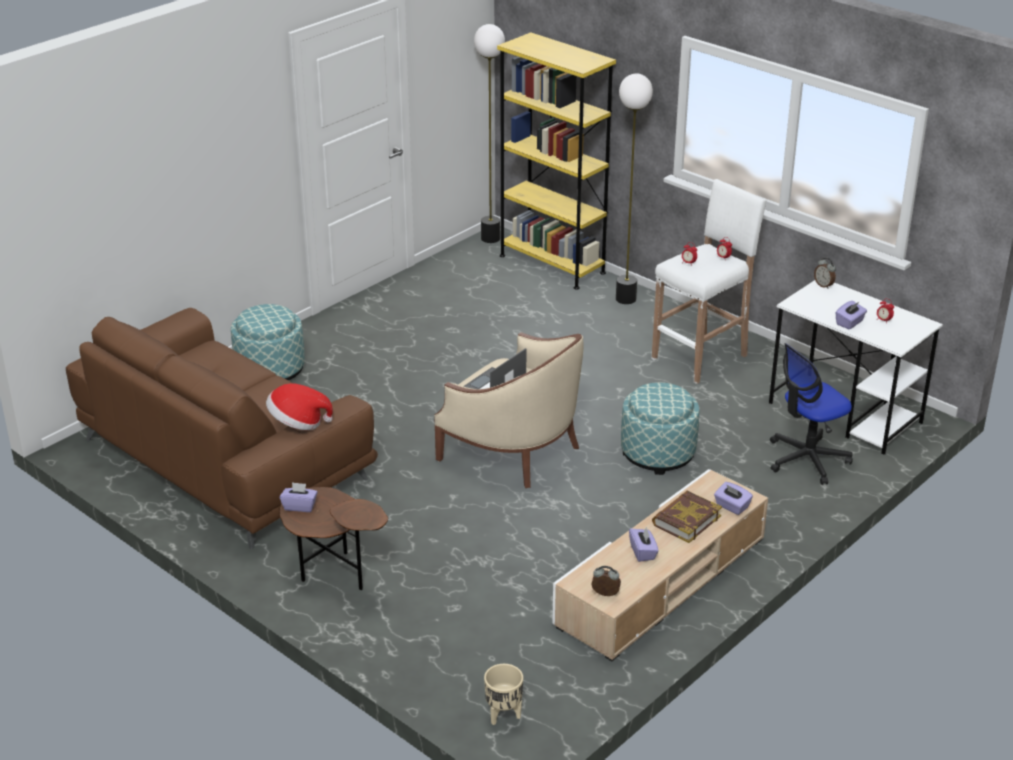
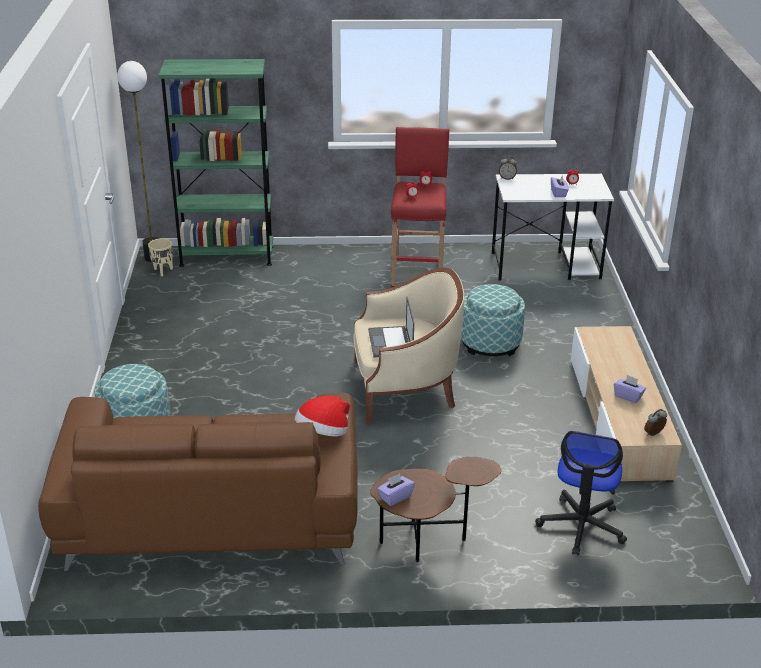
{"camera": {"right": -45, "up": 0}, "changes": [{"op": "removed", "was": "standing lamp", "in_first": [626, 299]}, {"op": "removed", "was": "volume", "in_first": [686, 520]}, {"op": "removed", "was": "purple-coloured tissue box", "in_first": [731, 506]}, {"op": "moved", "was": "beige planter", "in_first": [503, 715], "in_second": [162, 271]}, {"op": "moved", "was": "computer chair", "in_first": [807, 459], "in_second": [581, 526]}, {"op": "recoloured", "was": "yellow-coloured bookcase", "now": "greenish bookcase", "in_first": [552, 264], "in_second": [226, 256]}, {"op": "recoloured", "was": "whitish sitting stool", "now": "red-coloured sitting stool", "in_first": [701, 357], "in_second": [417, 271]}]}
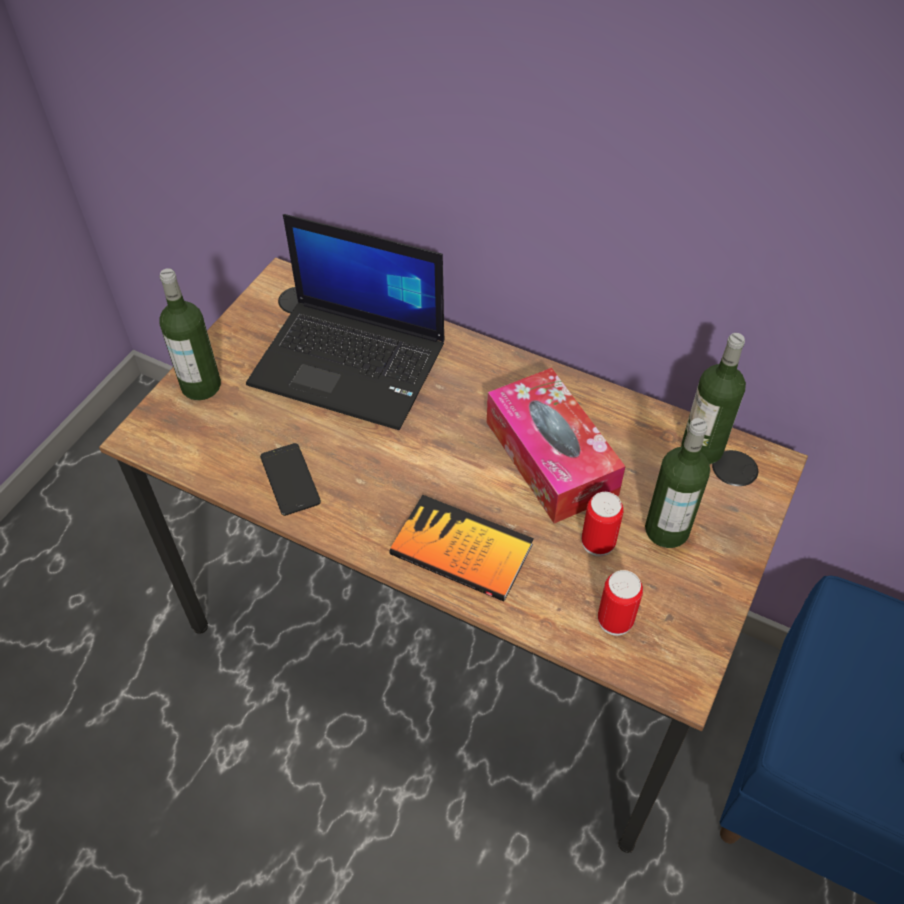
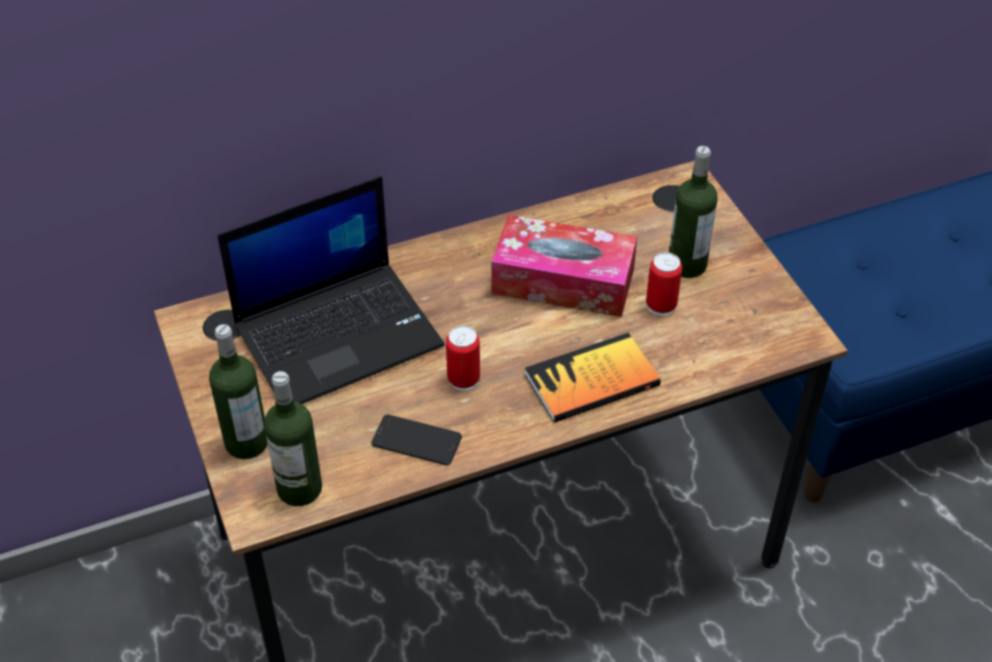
{"camera": {"right": -50, "up": -5}, "changes": [{"op": "moved", "was": "sealed can", "in_first": [615, 620], "in_second": [463, 379]}, {"op": "moved", "was": "beverage bottle", "in_first": [702, 449], "in_second": [299, 488]}]}
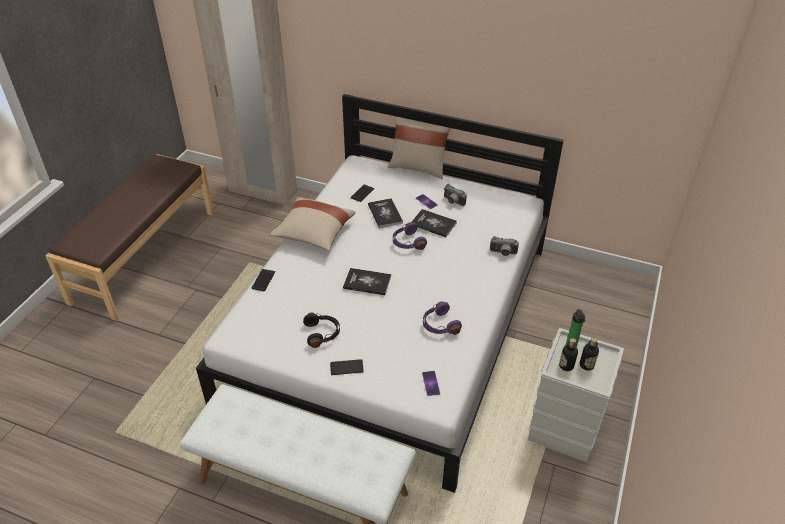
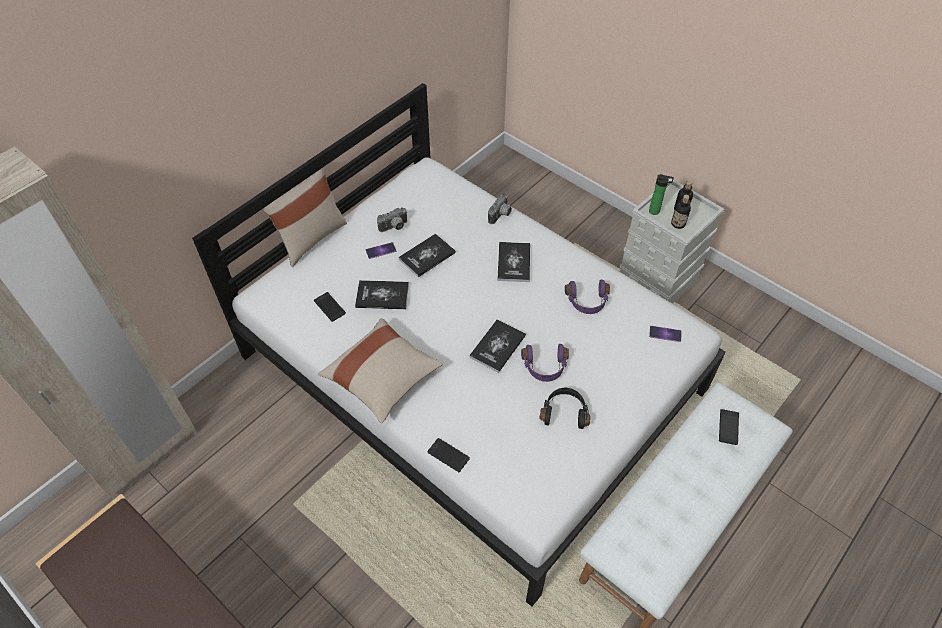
{"camera": {"right": -70, "up": 10}, "changes": [{"op": "added", "now": "volume", "in_second": [514, 262]}, {"op": "moved", "was": "handset", "in_first": [346, 367], "in_second": [728, 427]}, {"op": "moved", "was": "purple-coloured pair of headphones", "in_first": [407, 242], "in_second": [545, 367]}]}
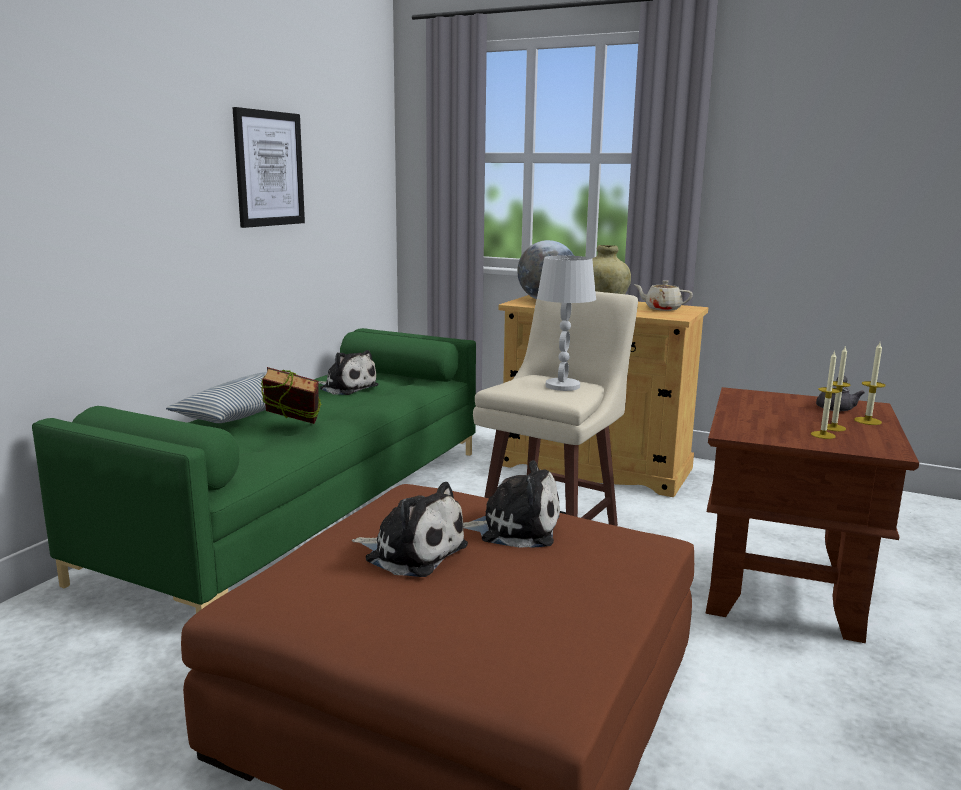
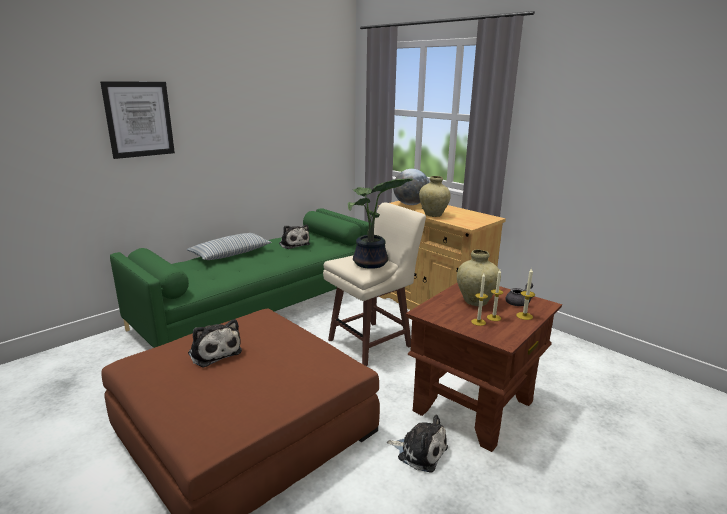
{"camera": {"right": 20, "up": 5}, "changes": [{"op": "removed", "was": "volume", "in_first": [293, 429]}, {"op": "removed", "was": "beige tea pot", "in_first": [662, 309]}, {"op": "added", "now": "beige vase", "in_second": [476, 301]}, {"op": "moved", "was": "wall picture", "in_first": [269, 169], "in_second": [139, 119]}, {"op": "moved", "was": "soft toy", "in_first": [514, 528], "in_second": [419, 451]}, {"op": "replaced", "was": "whitish lamp for a table", "now": "houseplant", "in_first": [562, 386], "in_second": [371, 264]}]}
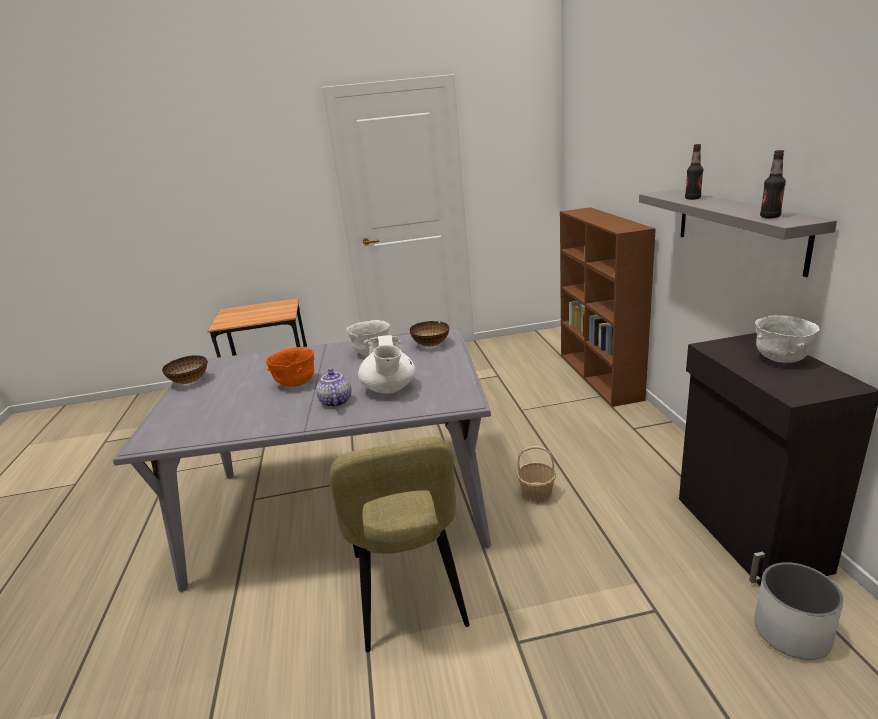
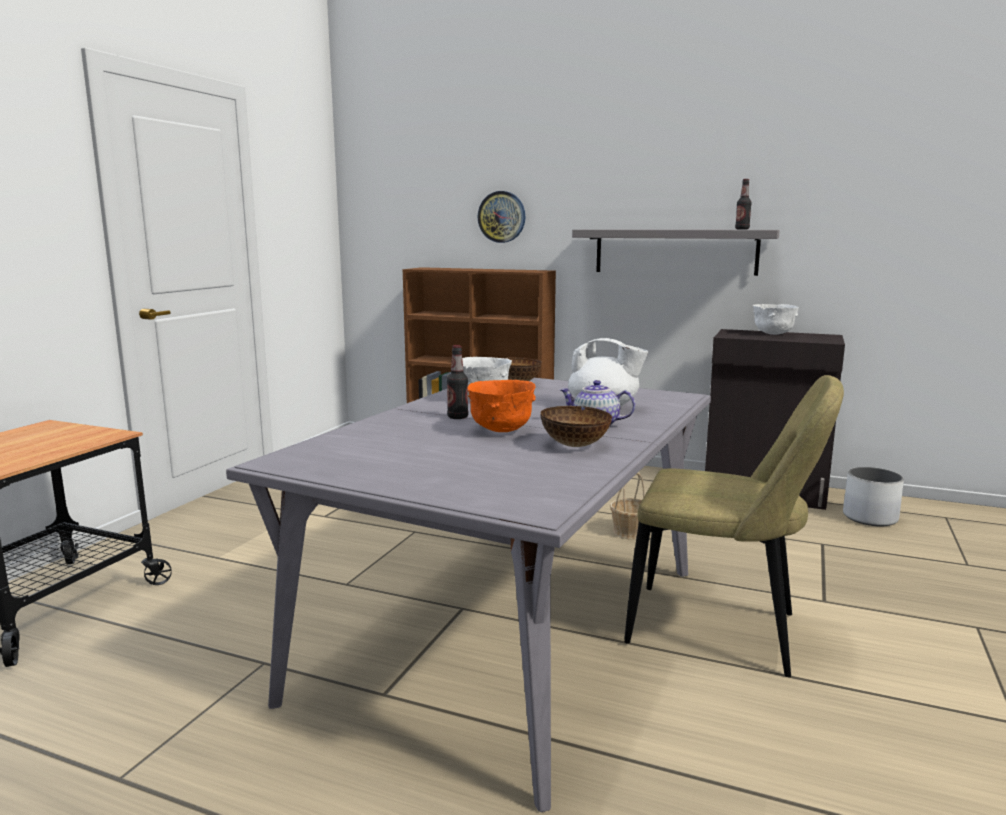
{"camera": {"right": -60, "up": -10}, "changes": [{"op": "added", "now": "clock on the wall", "in_second": [501, 217]}, {"op": "moved", "was": "bowl", "in_first": [189, 381], "in_second": [575, 445]}, {"op": "moved", "was": "beverage bottle", "in_first": [692, 198], "in_second": [457, 417]}]}
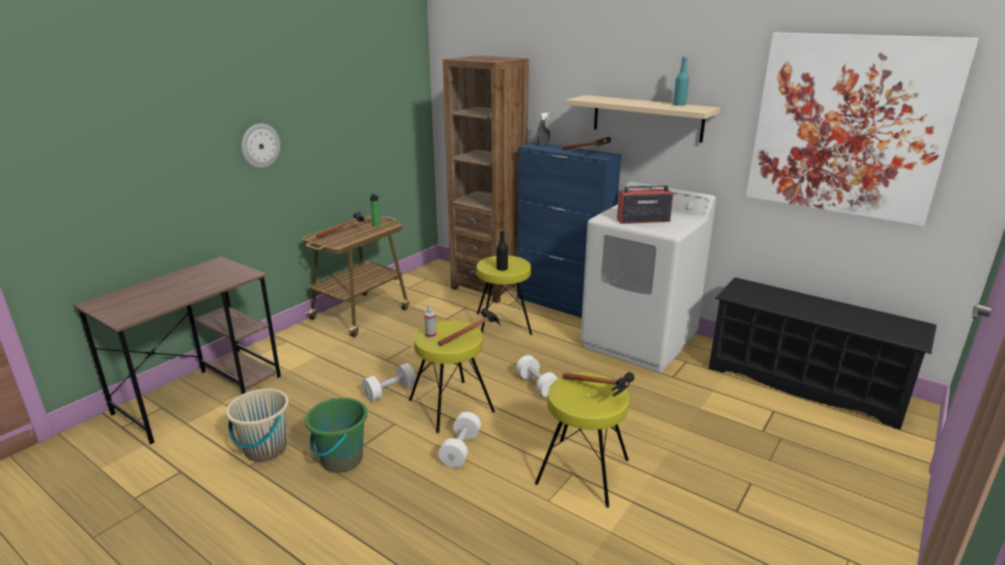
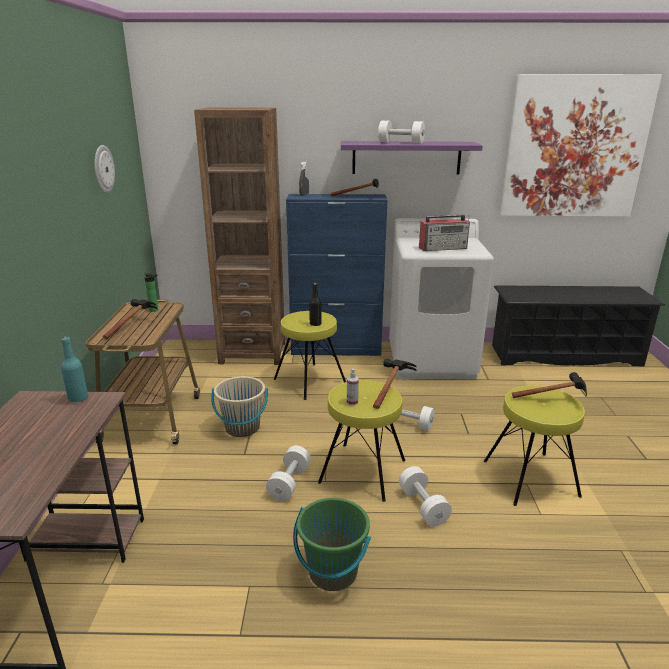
{"camera": {"right": -35, "up": 0}, "changes": [{"op": "added", "now": "whitish free weight", "in_second": [401, 142]}, {"op": "moved", "was": "beige bucket", "in_first": [265, 449], "in_second": [242, 428]}, {"op": "moved", "was": "clock on the wall", "in_first": [260, 145], "in_second": [103, 169]}, {"op": "moved", "was": "turquoise-coloured beverage bottle", "in_first": [679, 105], "in_second": [78, 398]}, {"op": "recoloured", "was": "beige bracket shelf", "now": "purple-coloured bracket shelf", "in_first": [647, 118], "in_second": [406, 157]}, {"op": "turned", "was": "radio", "in_first": [642, 220], "in_second": [443, 248], "clockwise": -150}]}
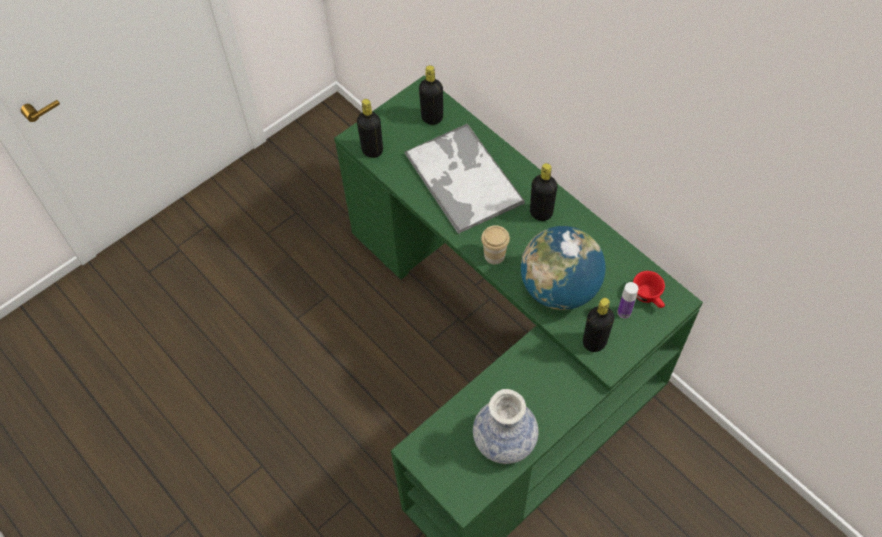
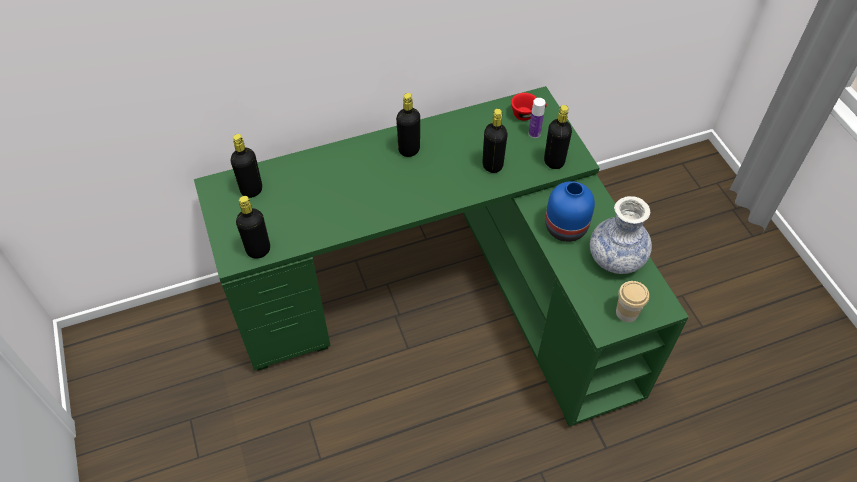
{"camera": {"right": -70, "up": -5}, "changes": [{"op": "removed", "was": "tray", "in_first": [462, 178]}, {"op": "added", "now": "blue vase", "in_second": [565, 227]}, {"op": "moved", "was": "cup", "in_first": [494, 255], "in_second": [626, 312]}, {"op": "replaced", "was": "world globe", "now": "black beverage bottle", "in_first": [559, 289], "in_second": [492, 165]}]}
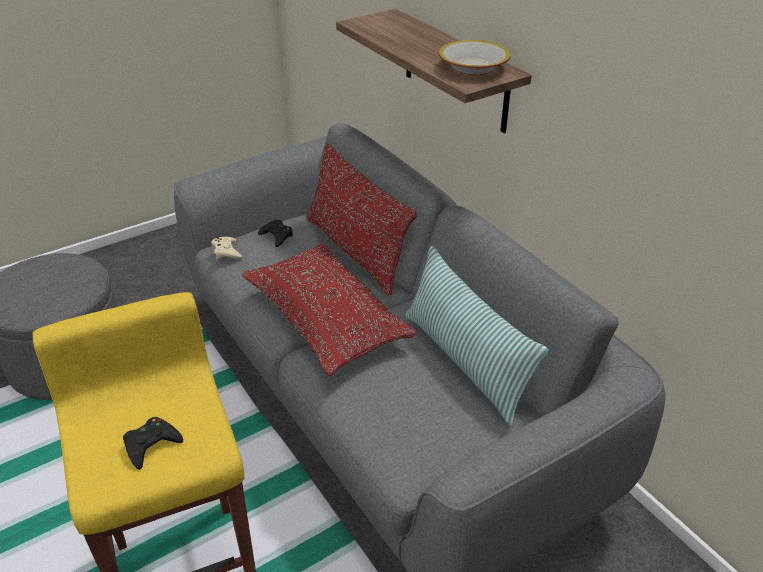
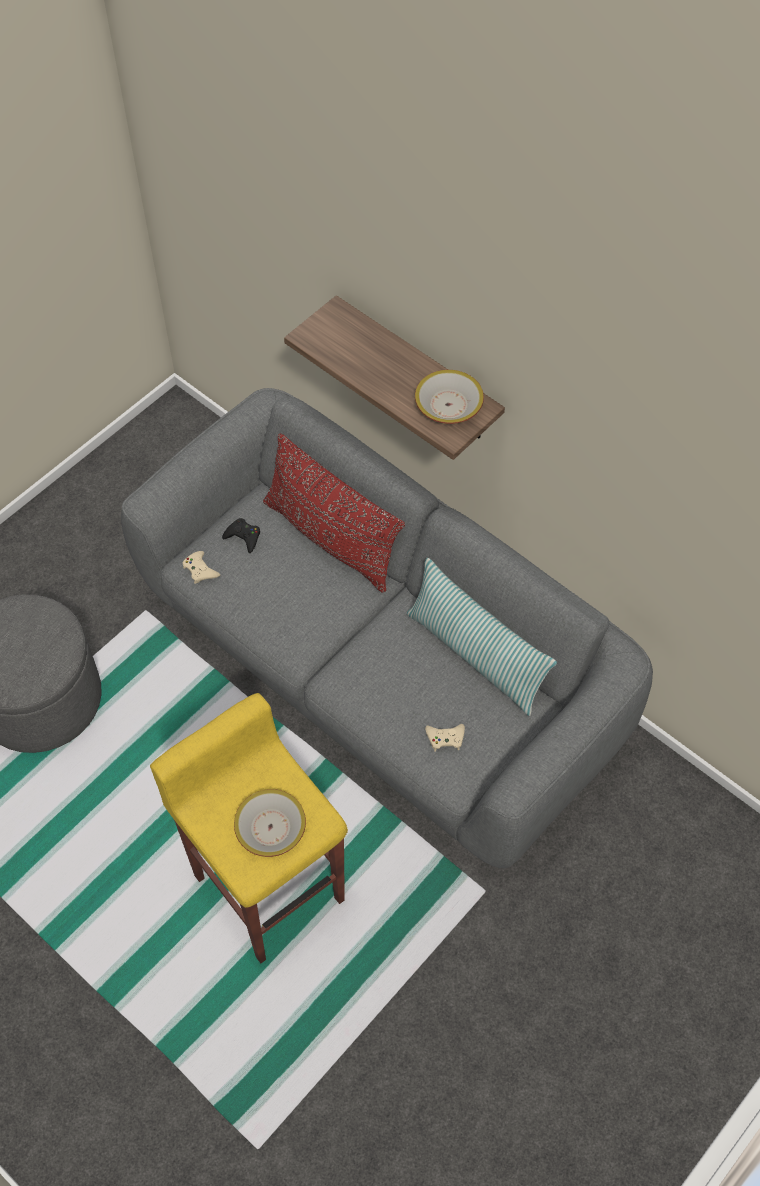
{"camera": {"right": -15, "up": 20}, "changes": [{"op": "removed", "was": "red-coloured pillow", "in_first": [326, 321]}, {"op": "added", "now": "beige gamepad", "in_second": [445, 738]}, {"op": "replaced", "was": "black gamepad", "now": "bowl", "in_first": [151, 445], "in_second": [270, 827]}]}
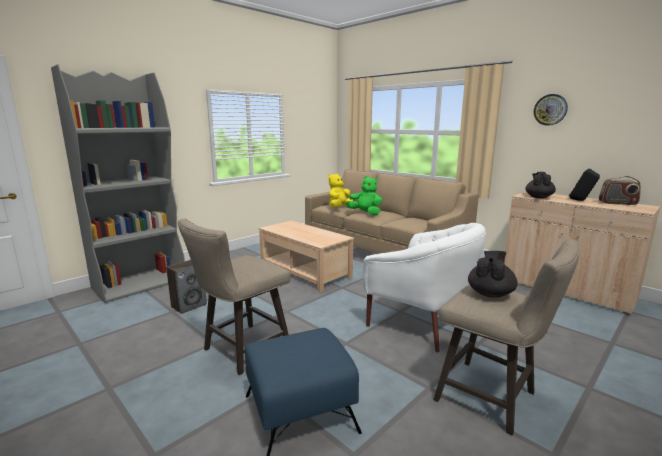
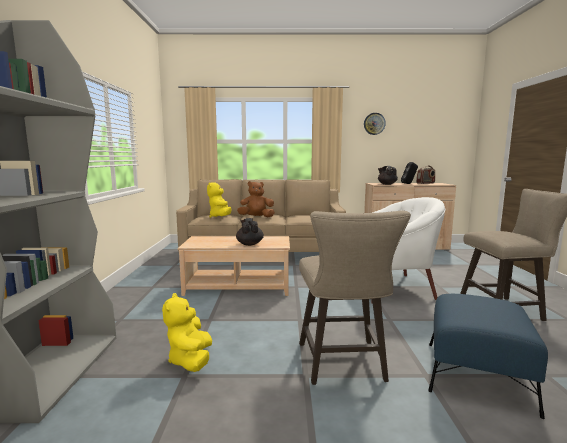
{"camera": {"right": -45, "up": -5}, "changes": [{"op": "moved", "was": "black tea pot", "in_first": [490, 293], "in_second": [249, 244]}, {"op": "replaced", "was": "speaker", "now": "yellow-coloured soft toy", "in_first": [189, 305], "in_second": [191, 360]}, {"op": "recoloured", "was": "greenish soft toy", "now": "brown soft toy", "in_first": [365, 213], "in_second": [256, 217]}]}
